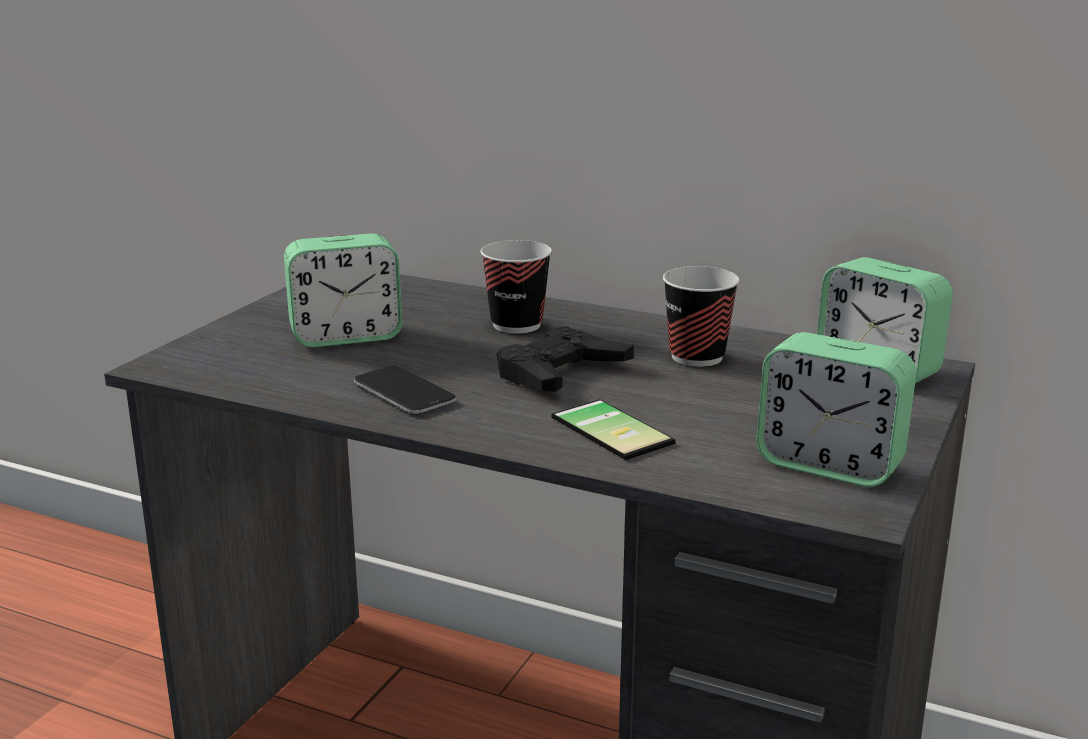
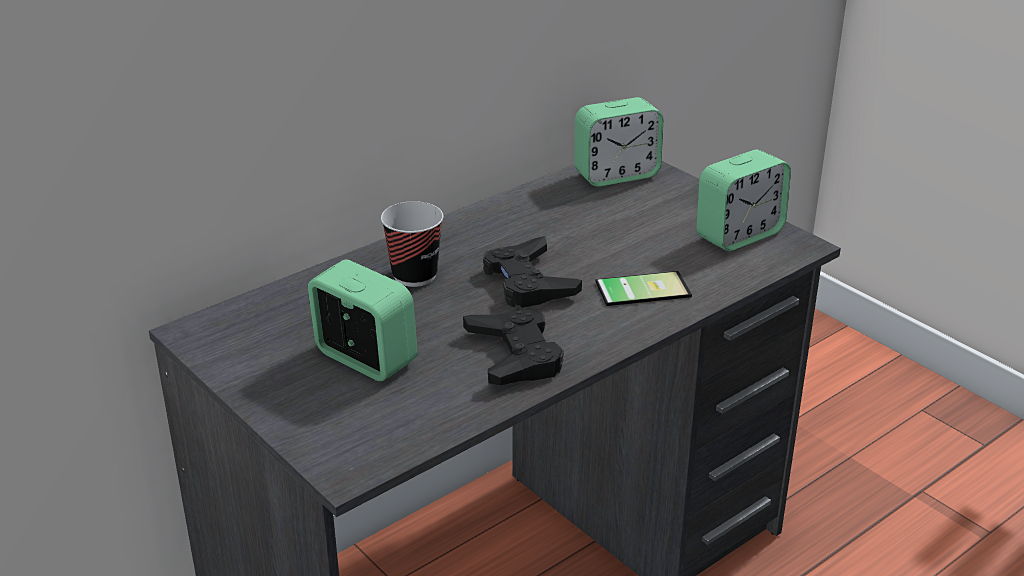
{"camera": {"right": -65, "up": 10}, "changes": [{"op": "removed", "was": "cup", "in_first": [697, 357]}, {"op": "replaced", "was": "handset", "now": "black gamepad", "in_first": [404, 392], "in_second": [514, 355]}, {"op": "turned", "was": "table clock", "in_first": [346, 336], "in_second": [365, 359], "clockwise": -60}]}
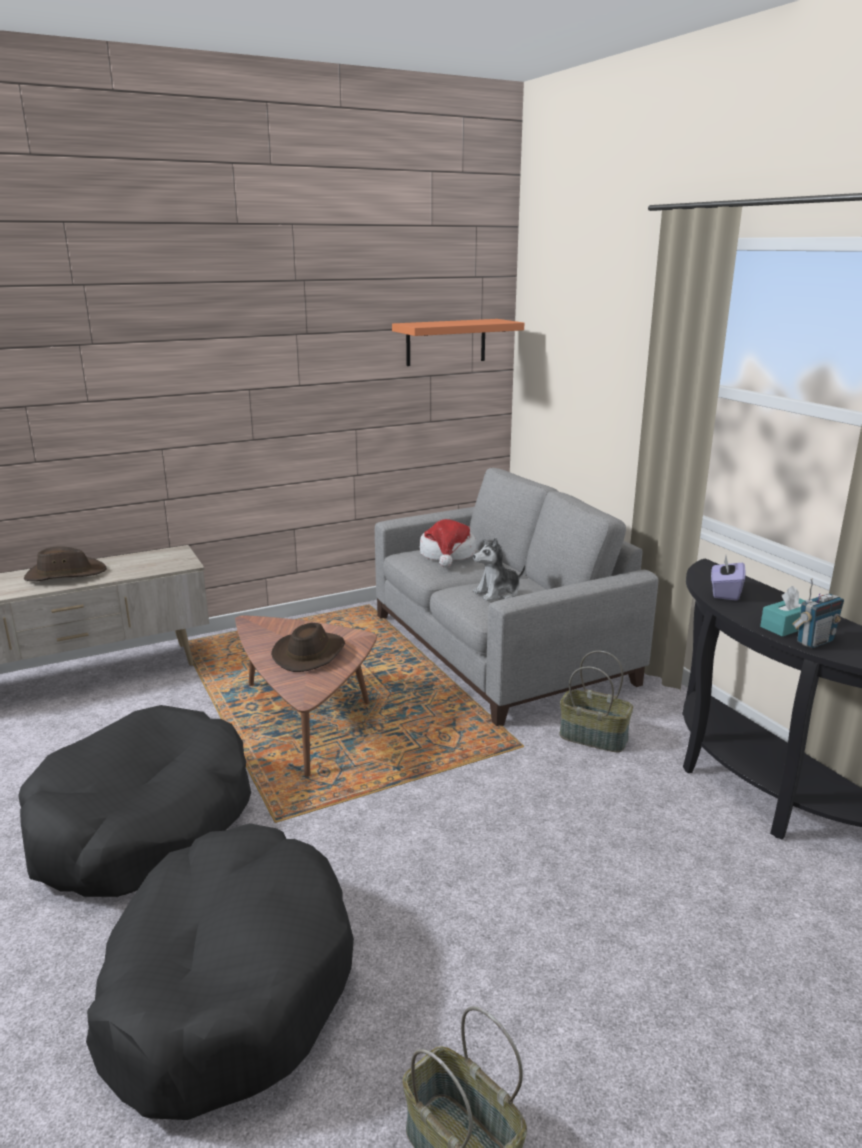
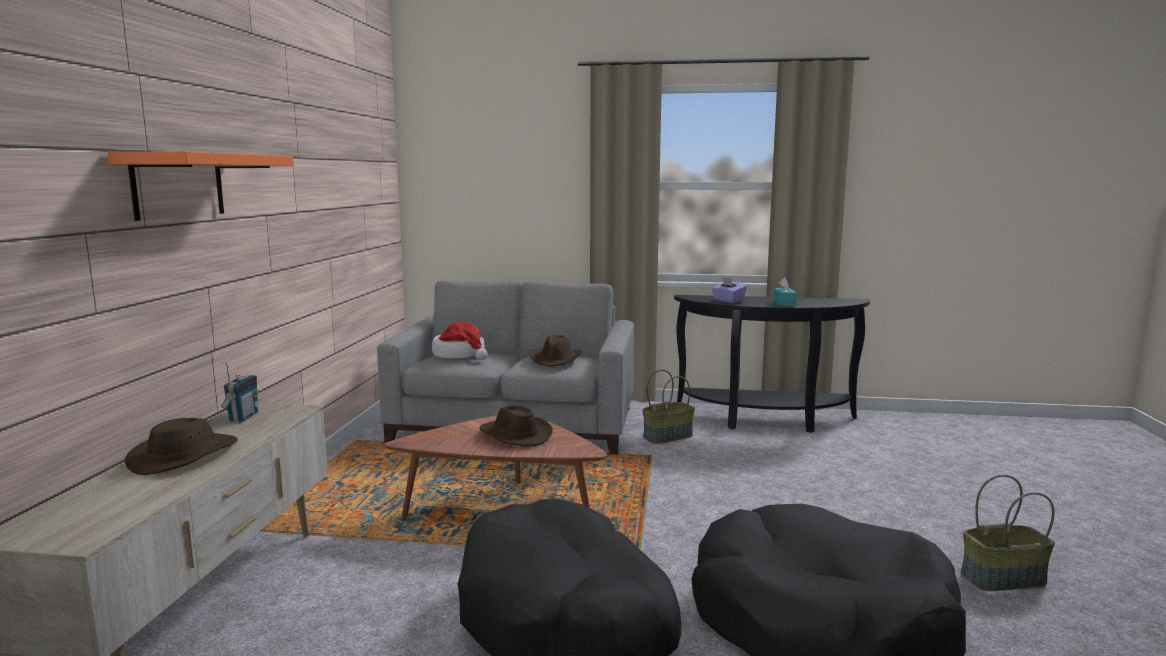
{"camera": {"right": -55, "up": -10}, "changes": [{"op": "moved", "was": "orangey bracket shelf", "in_first": [446, 342], "in_second": [178, 185]}, {"op": "moved", "was": "radio", "in_first": [814, 641], "in_second": [243, 417]}, {"op": "replaced", "was": "soft toy", "now": "brown wearable hat", "in_first": [497, 593], "in_second": [556, 359]}]}
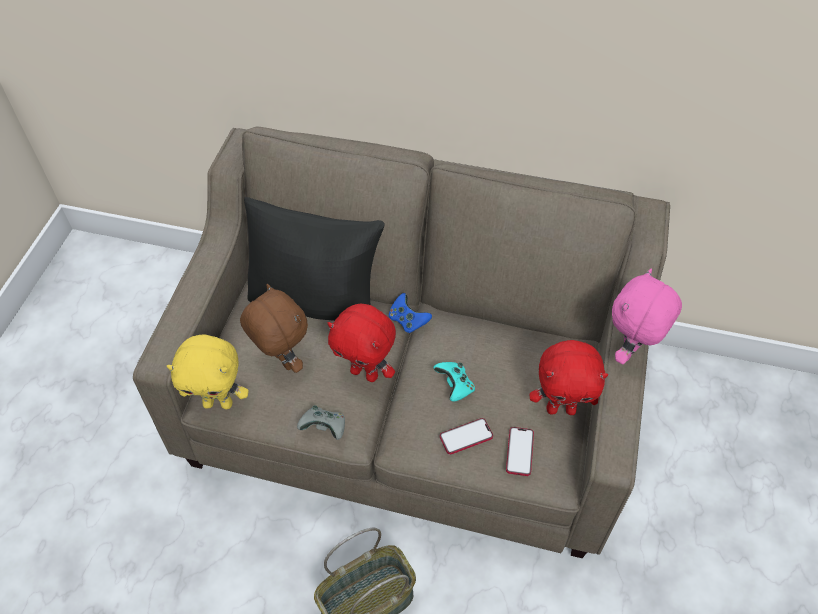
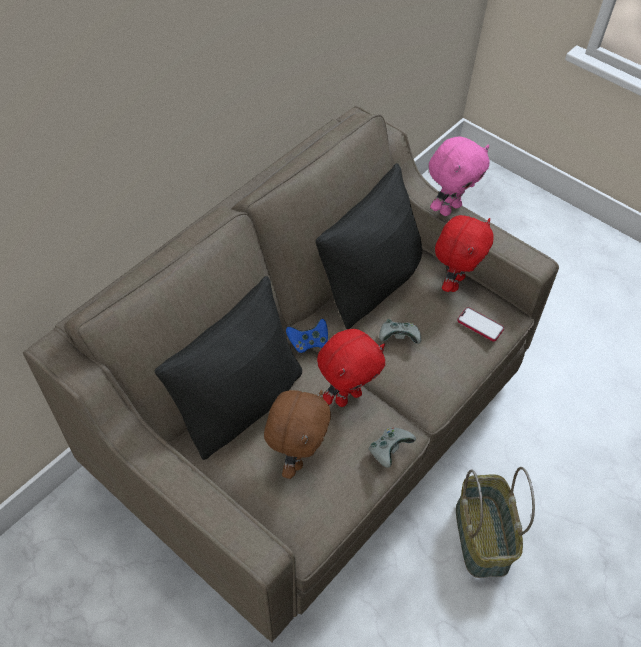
{"camera": {"right": -65, "up": 0}, "changes": [{"op": "removed", "was": "yellow-coloured soft toy", "in_first": [219, 403]}, {"op": "removed", "was": "handset", "in_first": [466, 437]}, {"op": "added", "now": "black pillow", "in_second": [370, 283]}, {"op": "recoloured", "was": "turquoise-coloured gamepad", "now": "grey gamepad", "in_first": [455, 386], "in_second": [399, 338]}, {"op": "turned", "was": "brown soft toy", "in_first": [282, 360], "in_second": [296, 457], "clockwise": 120}, {"op": "turned", "was": "pink soft toy", "in_first": [630, 351], "in_second": [449, 208], "clockwise": -105}]}
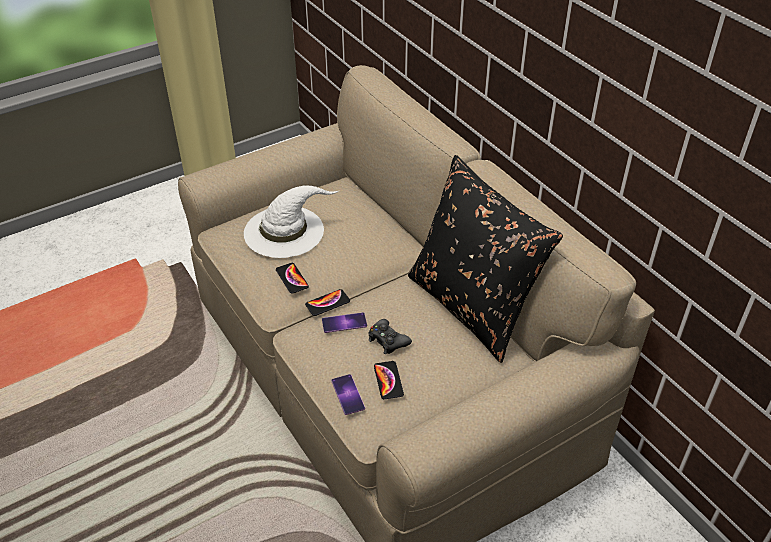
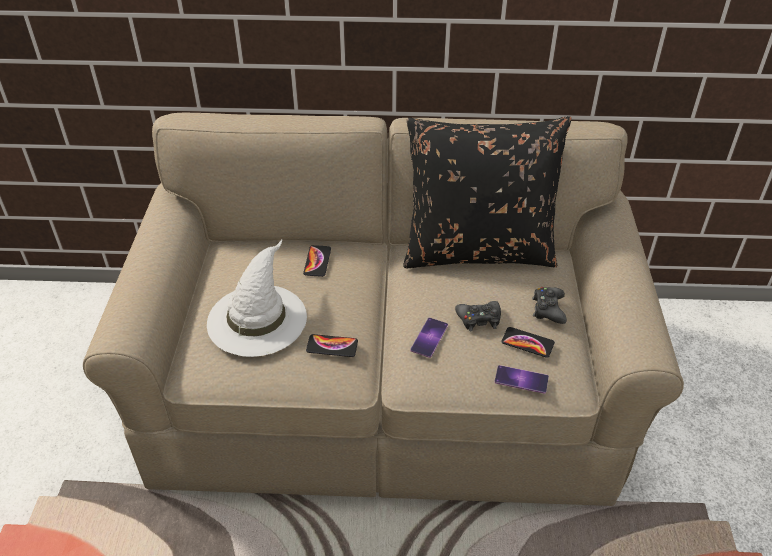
{"camera": {"right": -55, "up": 0}, "changes": [{"op": "added", "now": "black gamepad", "in_second": [548, 309]}, {"op": "moved", "was": "handset", "in_first": [327, 303], "in_second": [317, 261]}]}
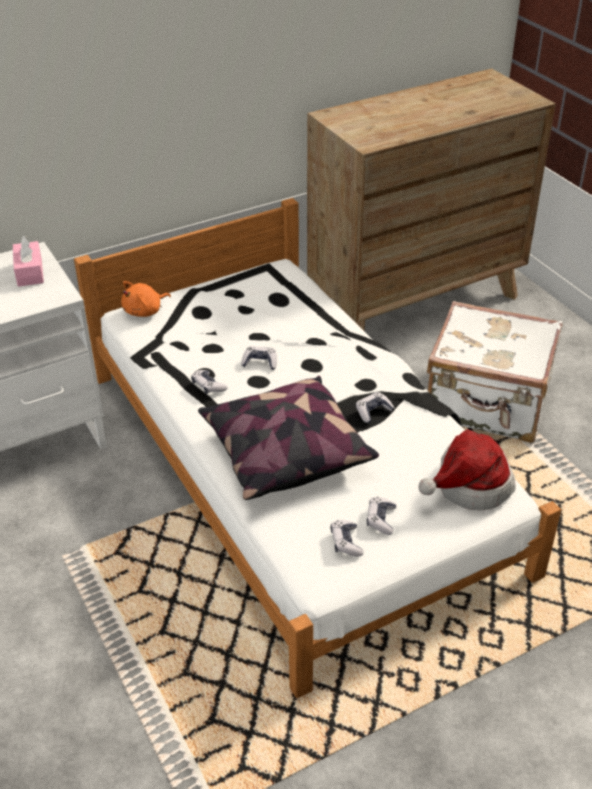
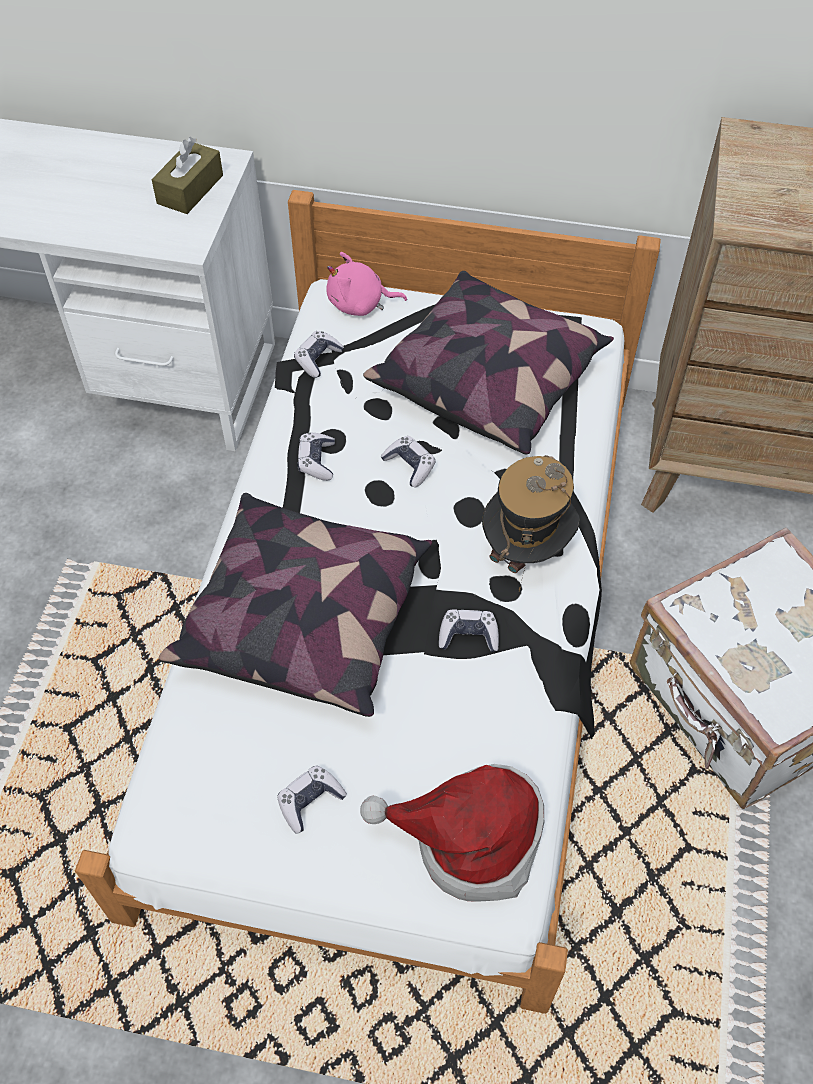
{"camera": {"right": 40, "up": 15}, "changes": [{"op": "added", "now": "pillow", "in_second": [488, 380]}, {"op": "added", "now": "wearable hat", "in_second": [526, 551]}, {"op": "moved", "was": "gamepad", "in_first": [346, 542], "in_second": [318, 359]}, {"op": "recoloured", "was": "pink tissue box", "now": "brown tissue box", "in_first": [29, 272], "in_second": [190, 189]}, {"op": "recoloured", "was": "orangey soft toy", "now": "pink soft toy", "in_first": [145, 311], "in_second": [360, 304]}]}
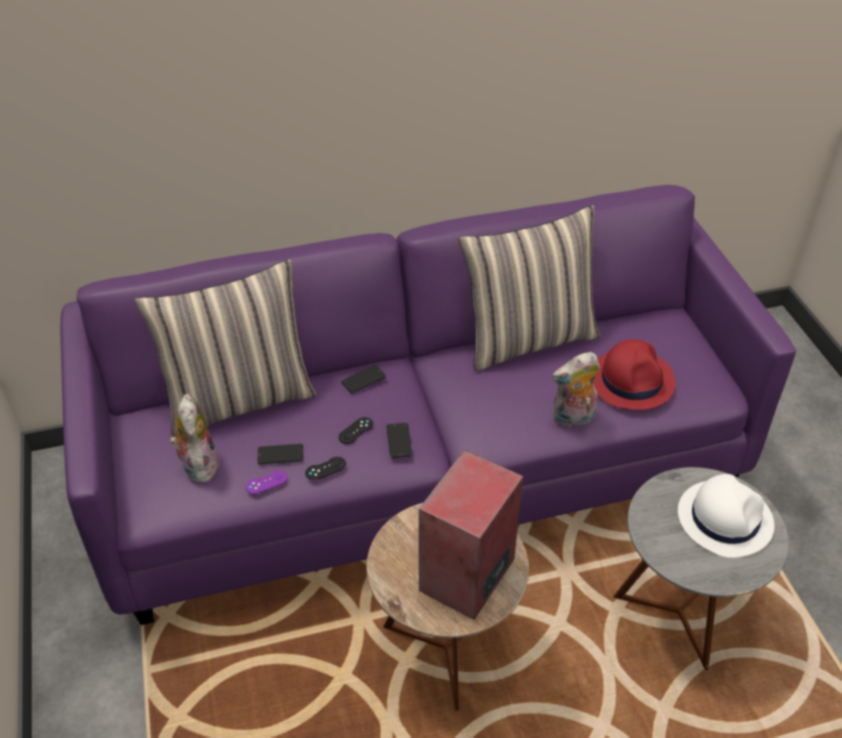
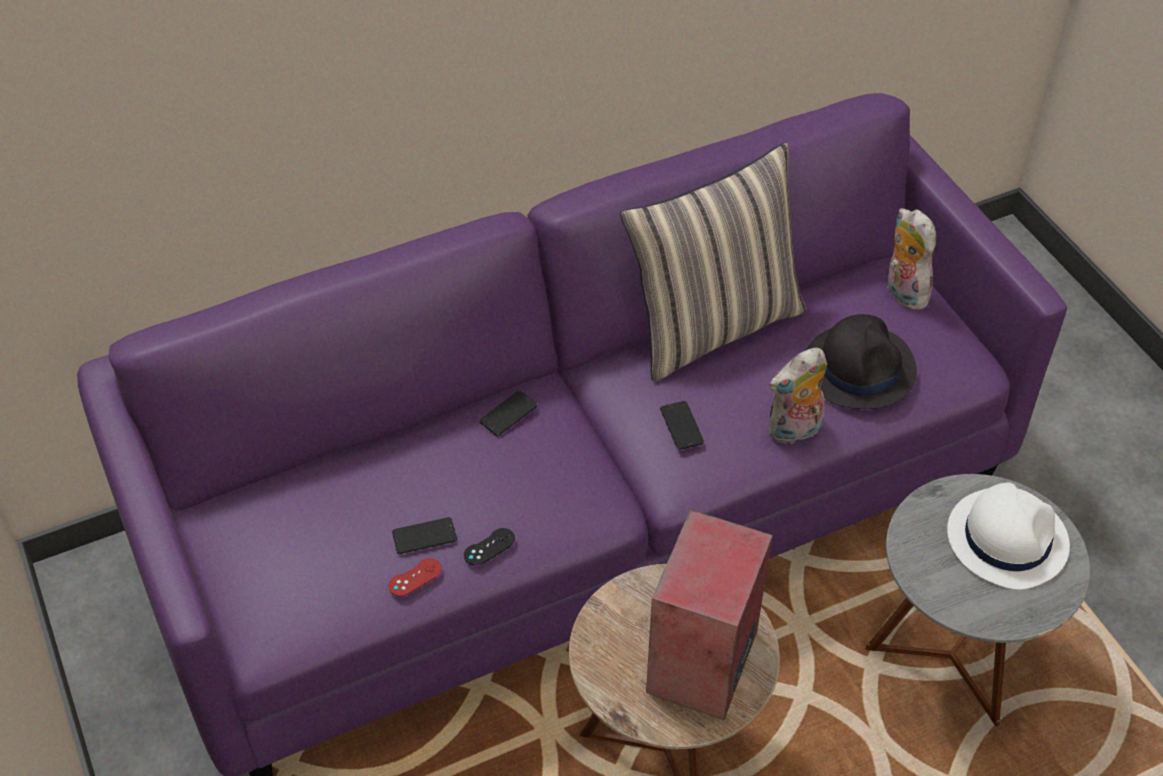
{"camera": {"right": -10, "up": 5}, "changes": [{"op": "removed", "was": "pillow", "in_first": [240, 399]}, {"op": "removed", "was": "black gamepad", "in_first": [356, 431]}, {"op": "moved", "was": "soft toy", "in_first": [198, 464], "in_second": [902, 291]}, {"op": "moved", "was": "handset", "in_first": [399, 441], "in_second": [681, 426]}, {"op": "recoloured", "was": "purple-coloured gamepad", "now": "red-coloured gamepad", "in_first": [266, 482], "in_second": [415, 577]}, {"op": "recoloured", "was": "red-coloured wearable hat", "now": "black wearable hat", "in_first": [632, 380], "in_second": [860, 367]}]}
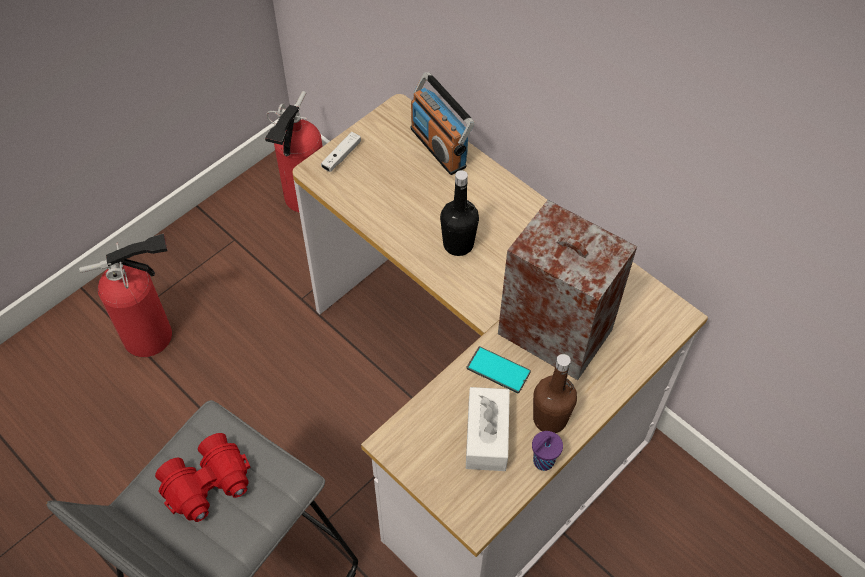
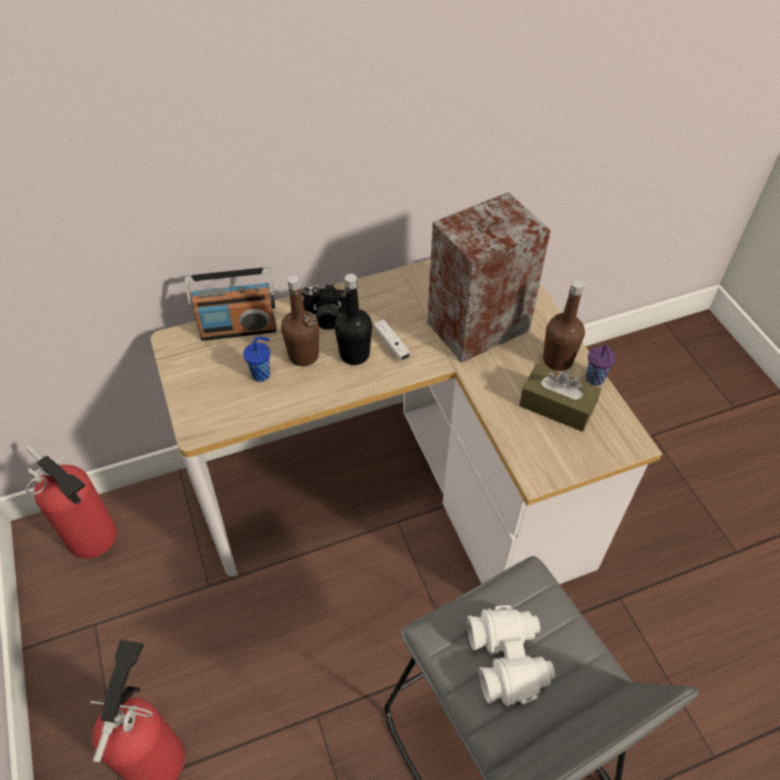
{"camera": {"right": -65, "up": -5}, "changes": [{"op": "removed", "was": "handset", "in_first": [498, 370]}, {"op": "added", "now": "blue cup", "in_second": [262, 374]}, {"op": "added", "now": "brown beverage bottle", "in_second": [303, 356]}, {"op": "added", "now": "photo camera", "in_second": [327, 318]}, {"op": "moved", "was": "whitish gamepad", "in_first": [341, 156], "in_second": [391, 344]}, {"op": "recoloured", "was": "red-coloured field glasses", "now": "whitish field glasses", "in_first": [209, 486], "in_second": [508, 658]}, {"op": "recoloured", "was": "whitish tissue box", "now": "brown tissue box", "in_first": [486, 435], "in_second": [556, 406]}]}
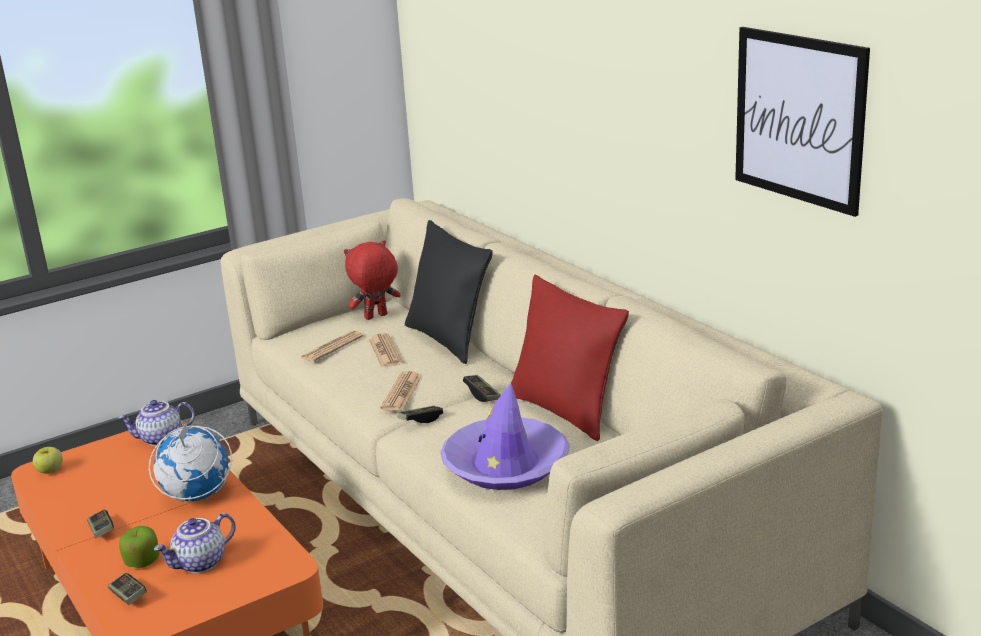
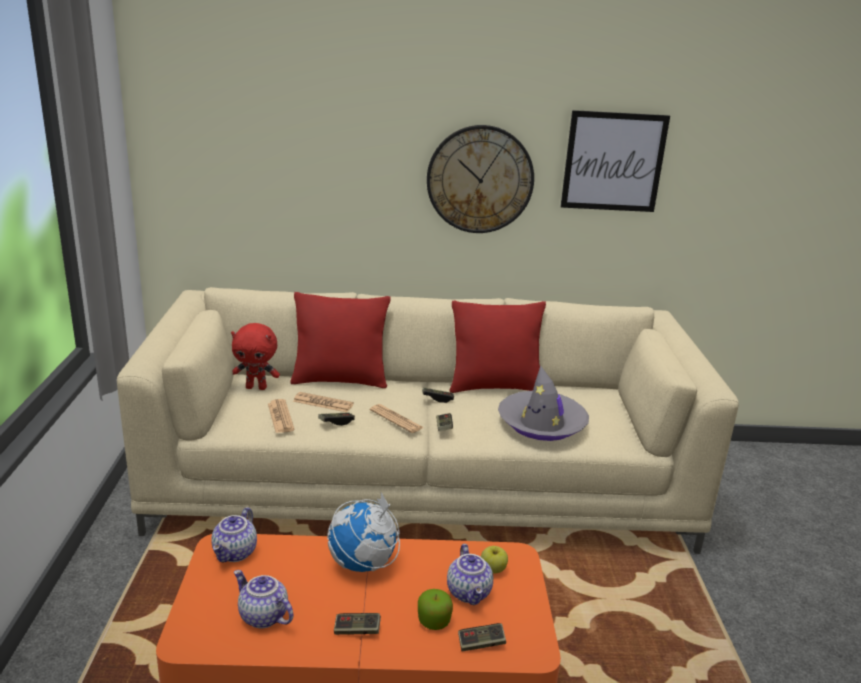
{"camera": {"right": -60, "up": 0}, "changes": [{"op": "added", "now": "tea pot", "in_second": [262, 617]}, {"op": "added", "now": "gamepad", "in_second": [336, 422]}, {"op": "added", "now": "clock on the wall", "in_second": [480, 179]}, {"op": "moved", "was": "whole apple", "in_first": [50, 471], "in_second": [493, 569]}, {"op": "recoloured", "was": "black pillow", "now": "red-coloured pillow", "in_first": [448, 340], "in_second": [340, 380]}, {"op": "recoloured", "was": "purple-coloured wearable hat", "now": "grey wearable hat", "in_first": [506, 465], "in_second": [542, 424]}, {"op": "turned", "was": "red-coloured soft toy", "in_first": [376, 317], "in_second": [256, 387], "clockwise": -90}]}
